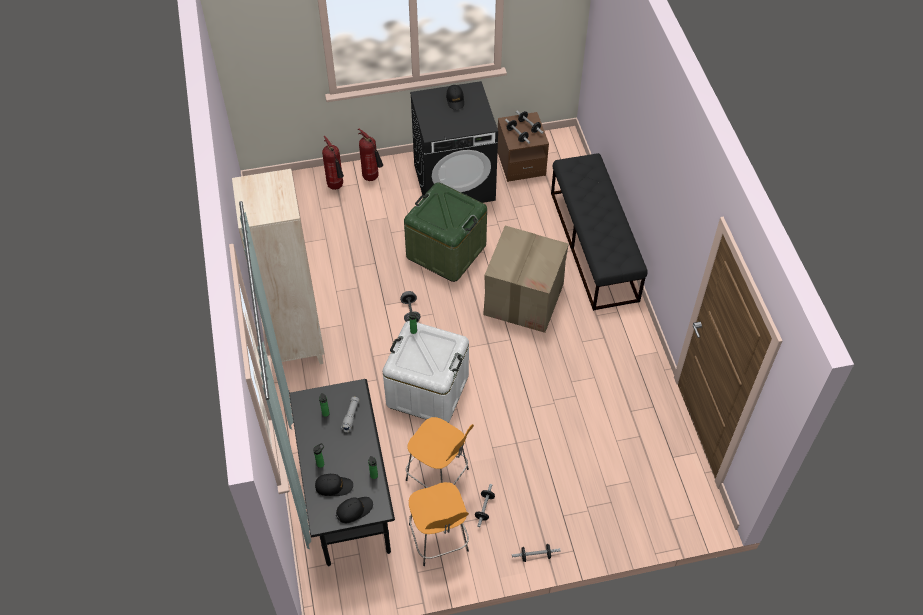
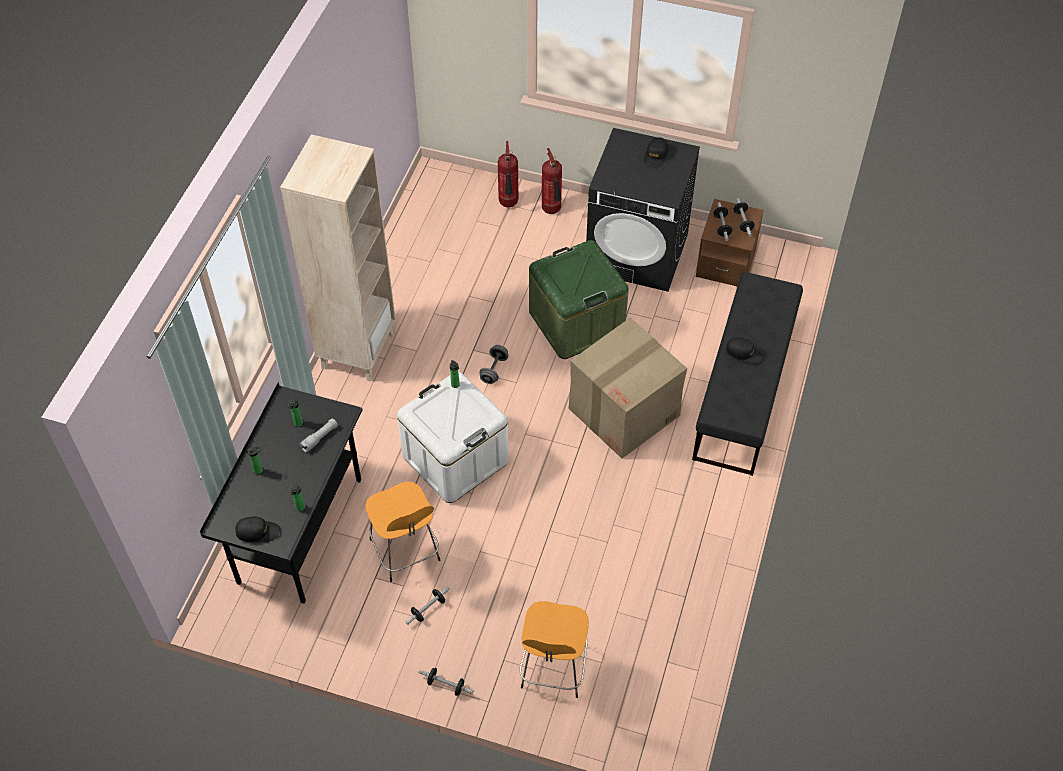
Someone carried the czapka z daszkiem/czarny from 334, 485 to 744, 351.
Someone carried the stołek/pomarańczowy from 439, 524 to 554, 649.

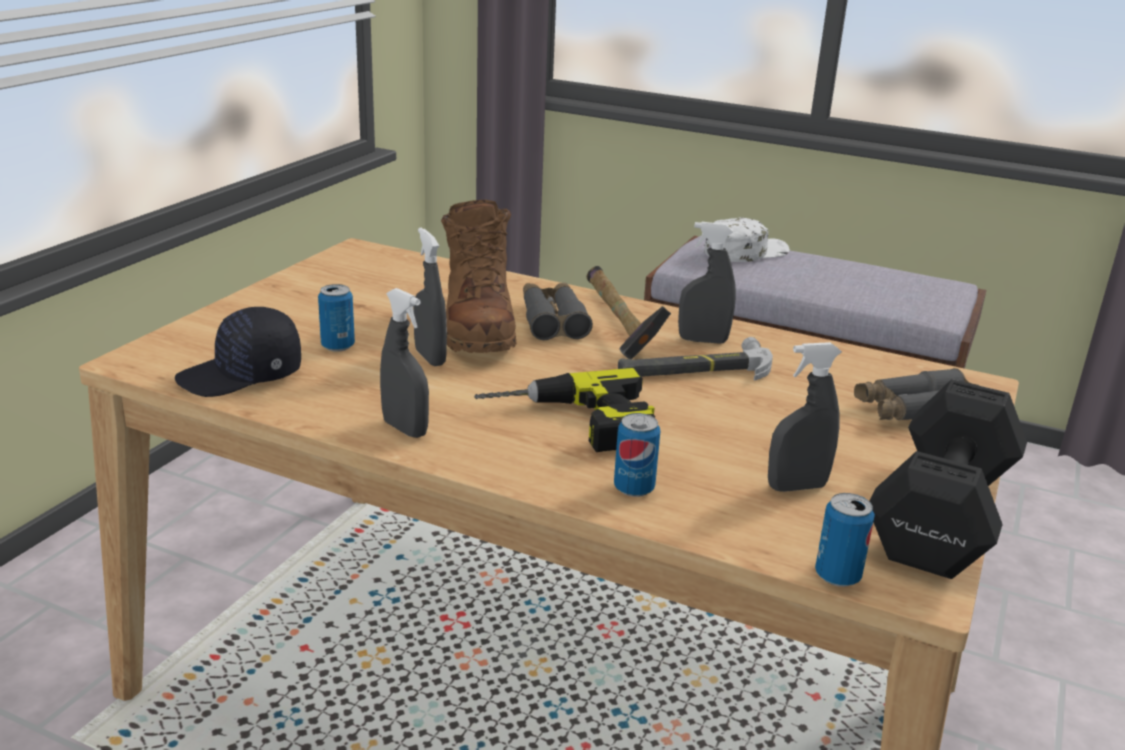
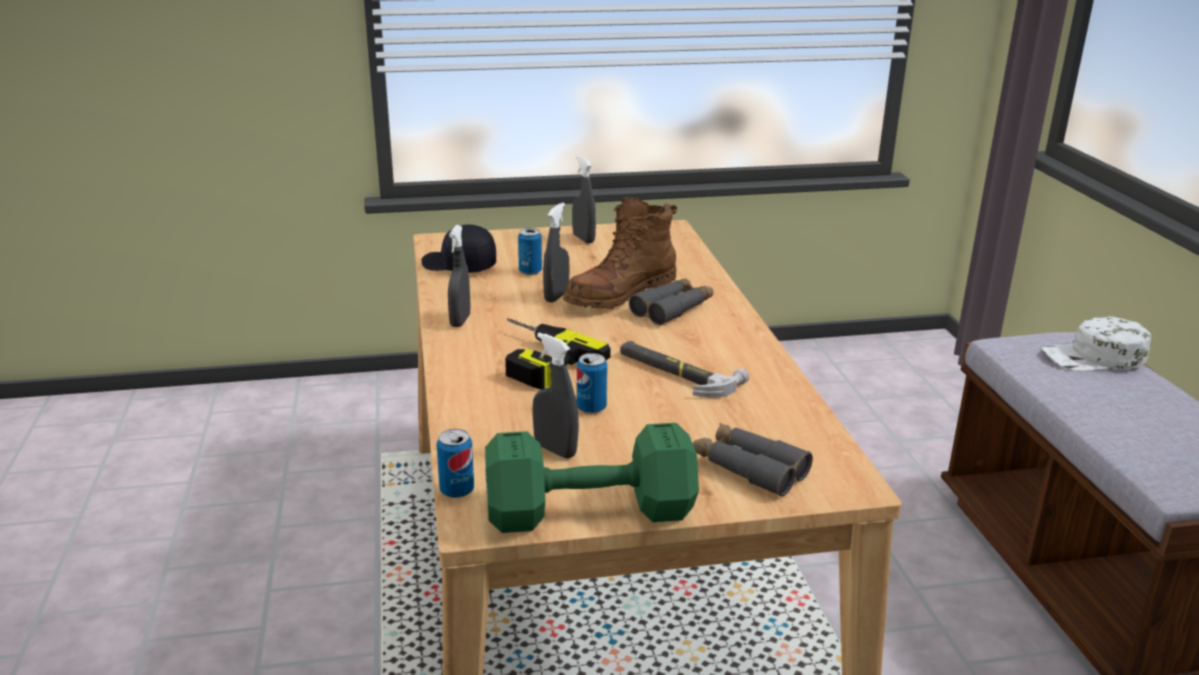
Someone took away the młotek at 629, 312.
Someone carried the puszka from 637, 455 to 592, 383.
Someone carried the spryskiwacz/szary from 707, 283 to 584, 199.
Someone repainted the hantel/czarny at 948, 479, which became the hantel/zielony at 592, 478.
Someone rotated the czapka z daszkiem/biały at 747, 240 by 150 degrees clockwise.

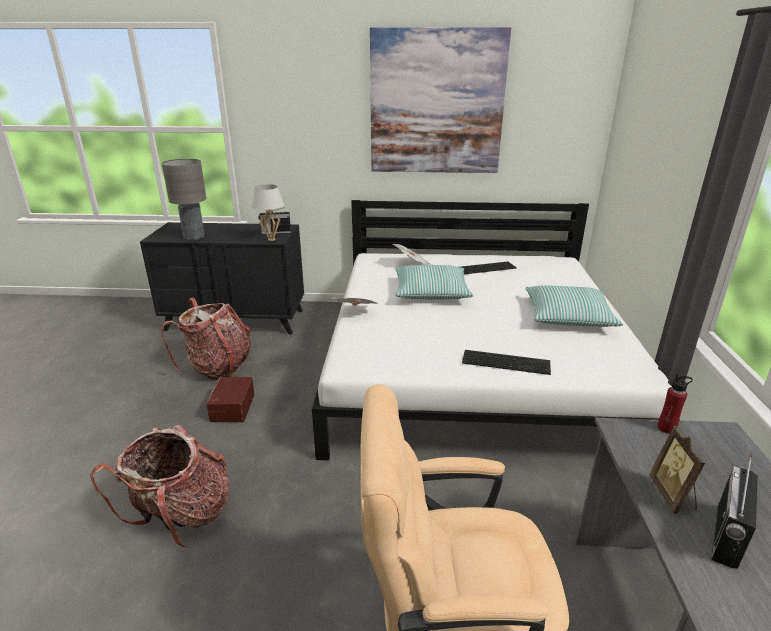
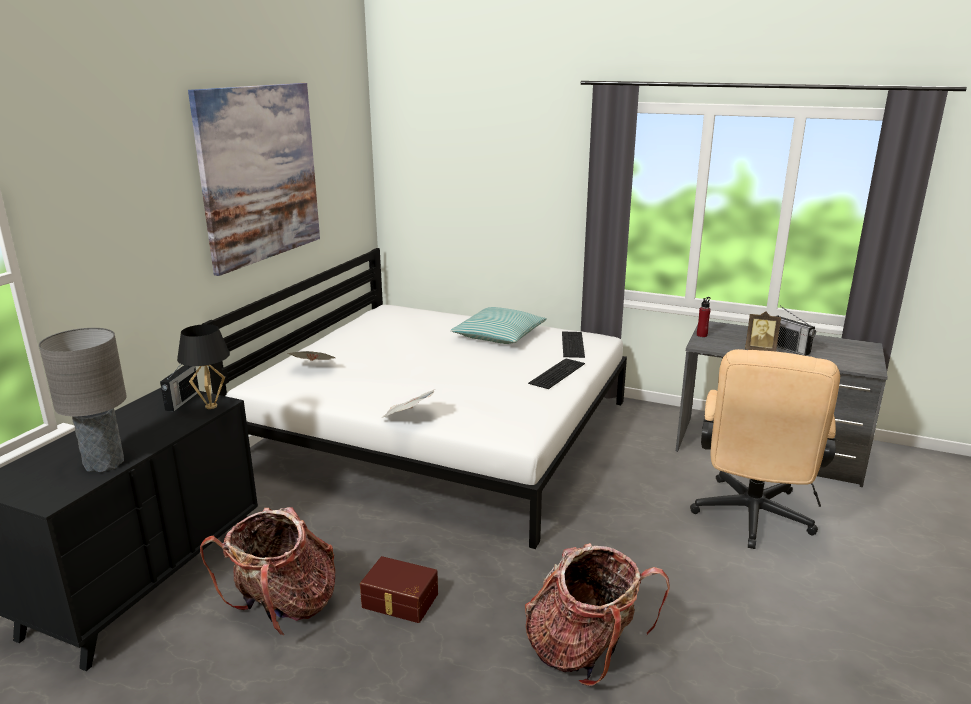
Someone took away the poduszka at 434, 282.
Someone carried the klawiatura from 489, 268 to 573, 344.
Someone repainted the lampa stołowa/biały at 268, 212, which became the lampa stołowa/czarny at 203, 366.

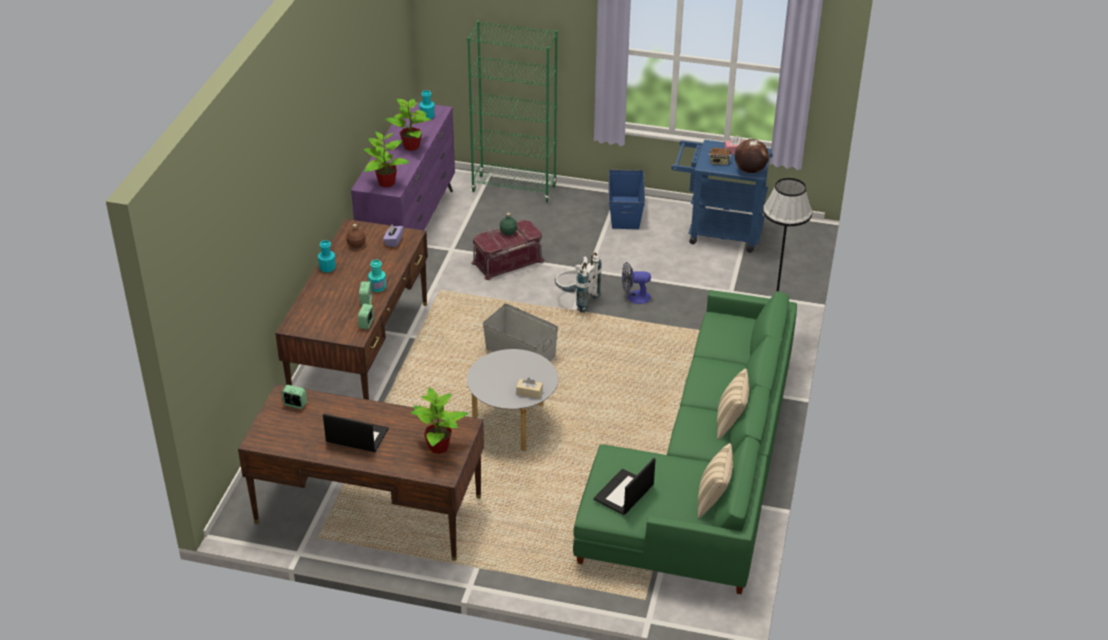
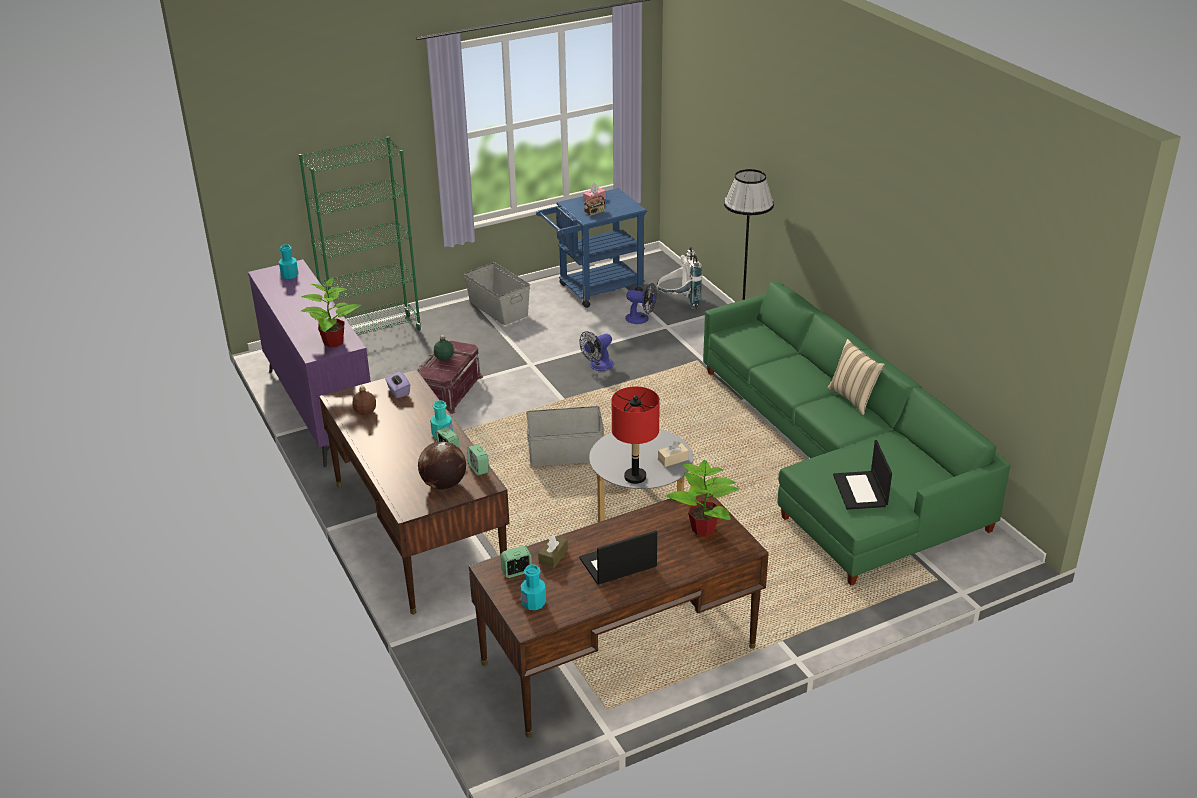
Someone took away the roślina doniczkowa at 408, 125.
Someone took away the poduszka/beżowy at 715, 481.
Someone put down the pudełko chusteczek/brązowy at 553, 551.
Someone put down the lampa stołowa/czerwony at 636, 435.
Someone put down the wentylator at 641, 303.
Someone carried the butelka/turkusowy from 327, 256 to 533, 587.
Someone carried the plecak/biały from 578, 283 to 679, 278.
Someone carried the globus from 752, 156 to 442, 466.
Someone repainted the pojemnik do przechowywania/niebieski at 627, 199, which became the pojemnik do przechowywania/szary at 497, 293.

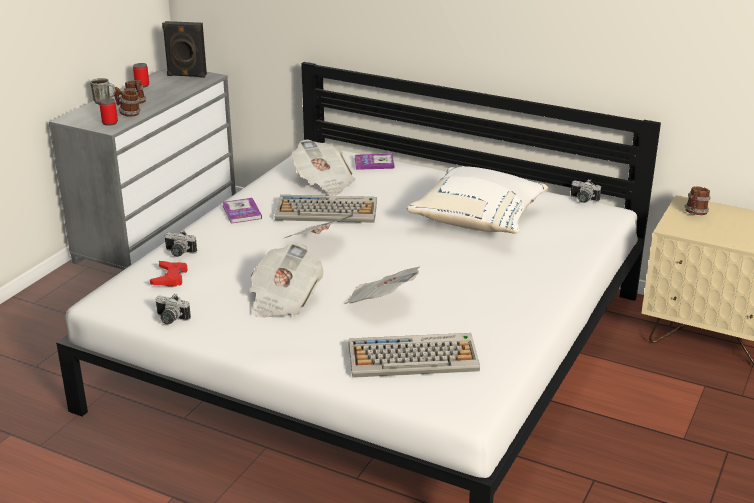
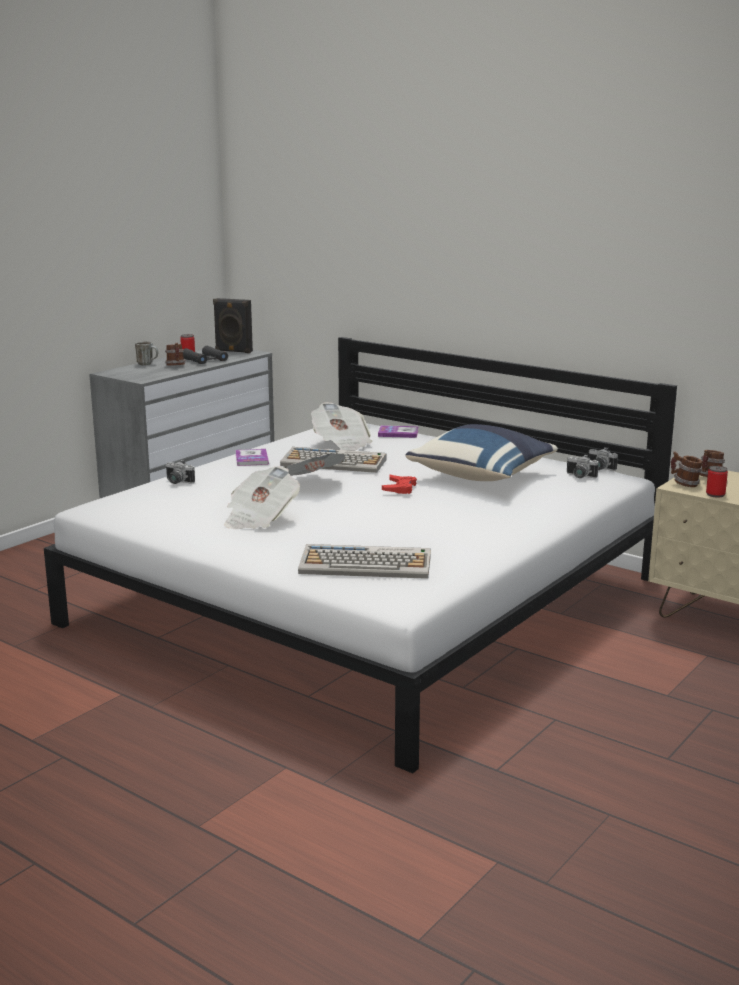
Someone took away the gazeta at 382, 285.
Someone put down the lornetka/czarny at 205, 355.
Someone carried the puszka from 109, 112 to 717, 482.
Someone carried the kubek from 127, 102 to 686, 469.
Someone carried the pad do gier/czerwony from 169, 273 to 399, 484.
Someone carried the aparat fotograficzny from 173, 309 to 583, 466.
Someone repainted the poduszka/biały at 477, 200, which became the poduszka/niebieski at 482, 452.

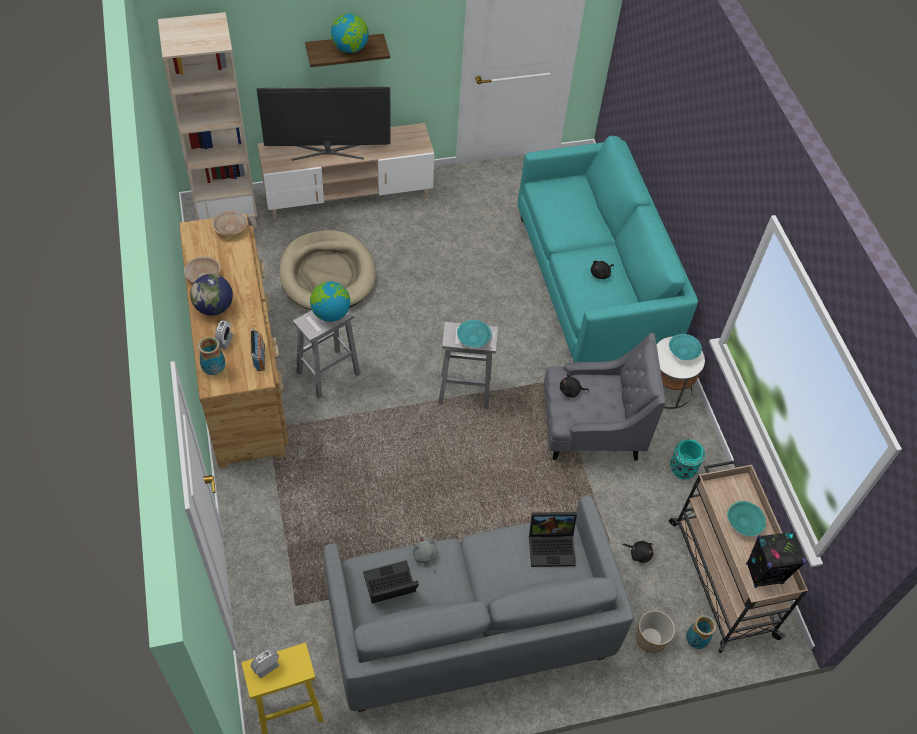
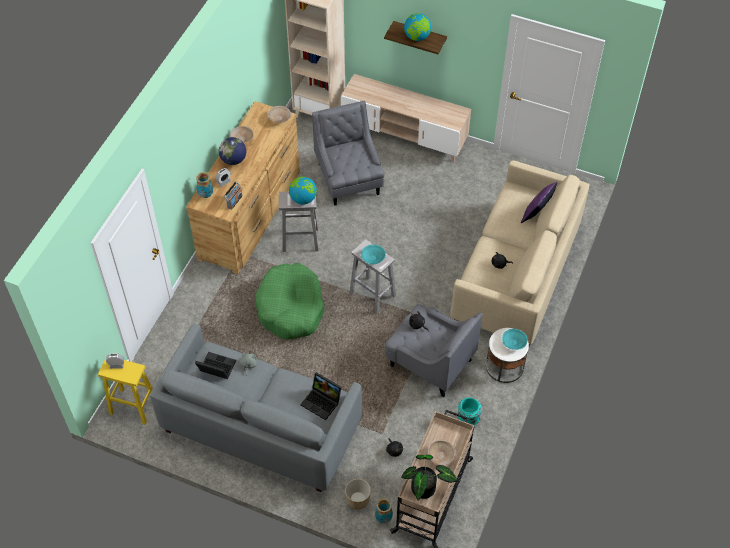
Someone took away the telewizor at 323, 124.
Someone put down the legowisko/zielony at 289, 301.
Someone put down the poduszka/fioletowy at 539, 202.
Someone swapped the legowisko/beżowy at 327, 270 for the fotel/szary at 348, 153.
Someone swapped the głośnik/czarny at 776, 559 for the roślina doniczkowa at 429, 478.
Someone repainted the kanapa/turkusowy at 608, 249, which became the kanapa/beżowy at 519, 253.
Someone repainted the miska/turkusowy at 746, 518, which became the miska/beżowy at 441, 453.

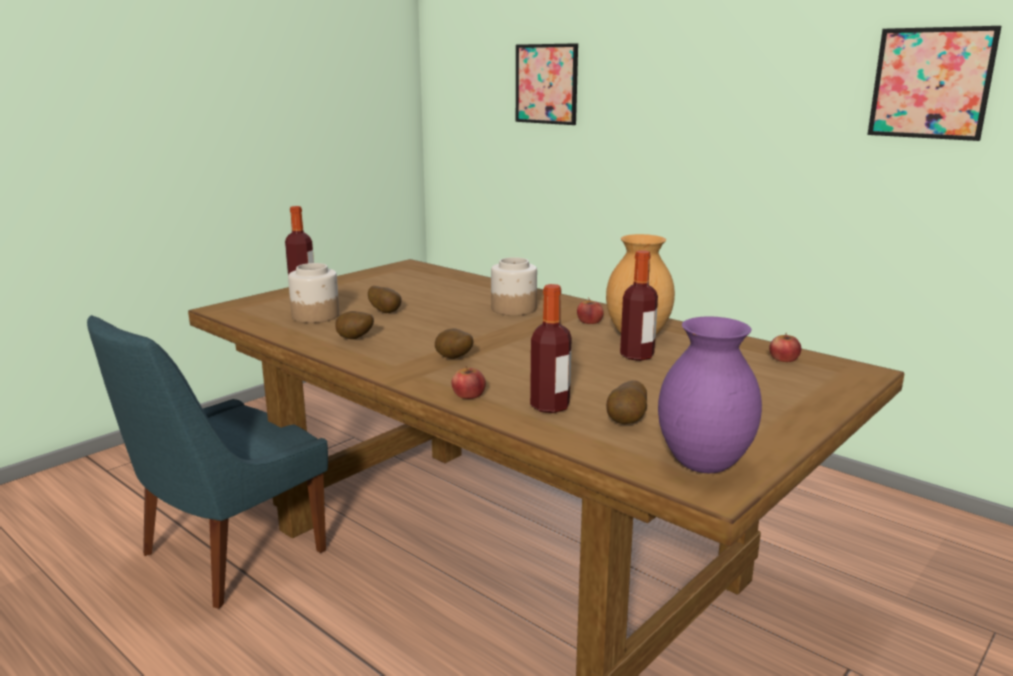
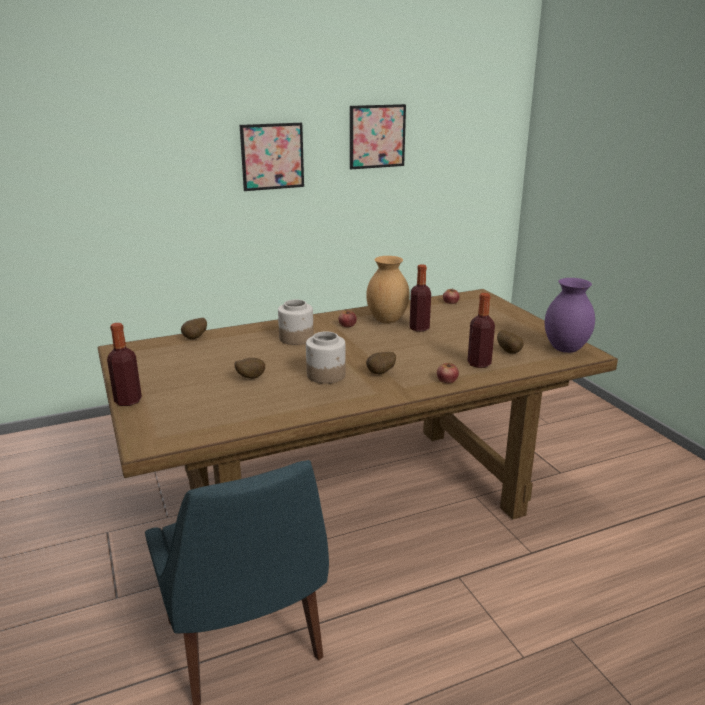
Someone carried the słoik from 313, 293 to 326, 357.
Someone carried the ziemniak from 354, 325 to 194, 328.
Someone carried the obraz from 547, 84 to 272, 157.

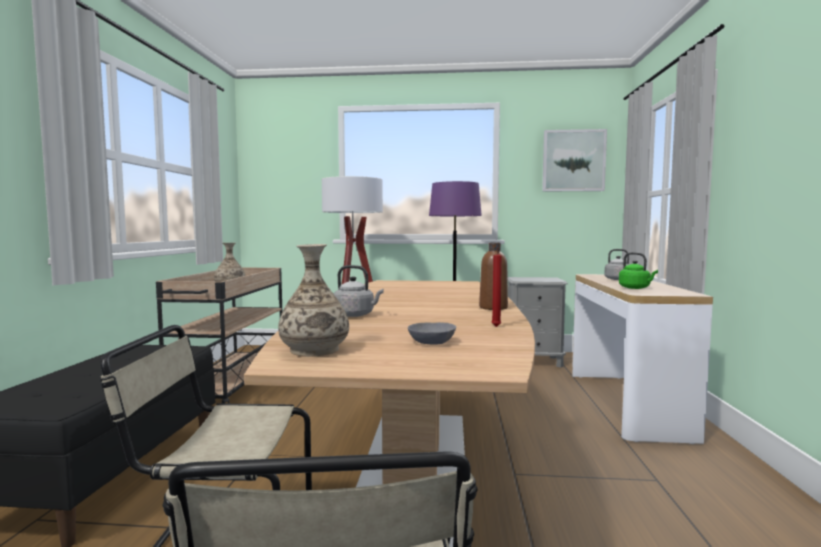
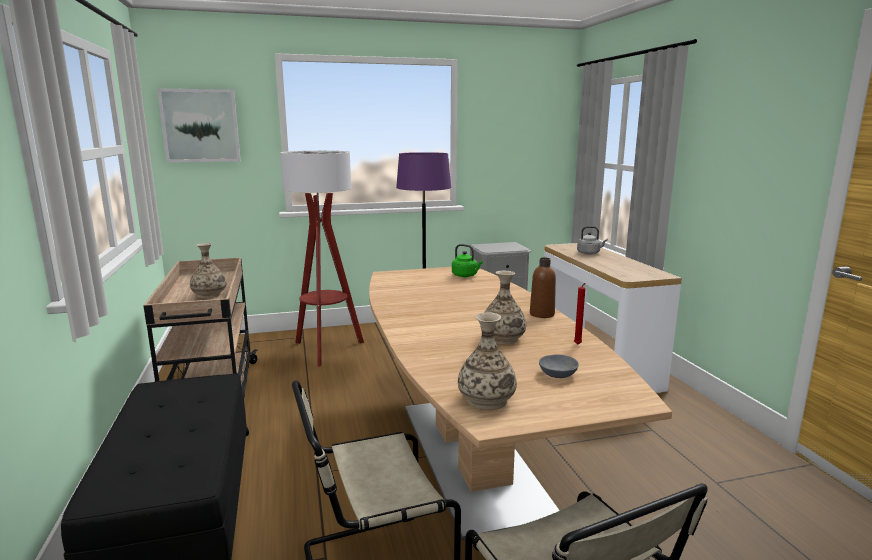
Someone took away the czajnik/szary at 359, 291.
Someone put down the wazon at 503, 308.
Someone carried the obraz from 574, 160 to 199, 125.
Someone carried the czajnik/zielony from 638, 270 to 467, 260.

